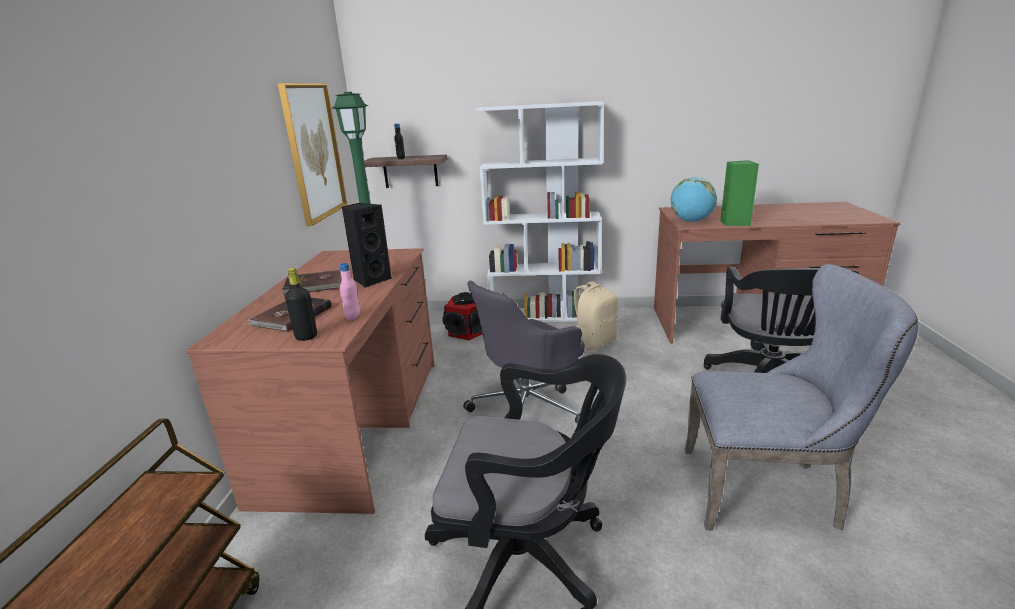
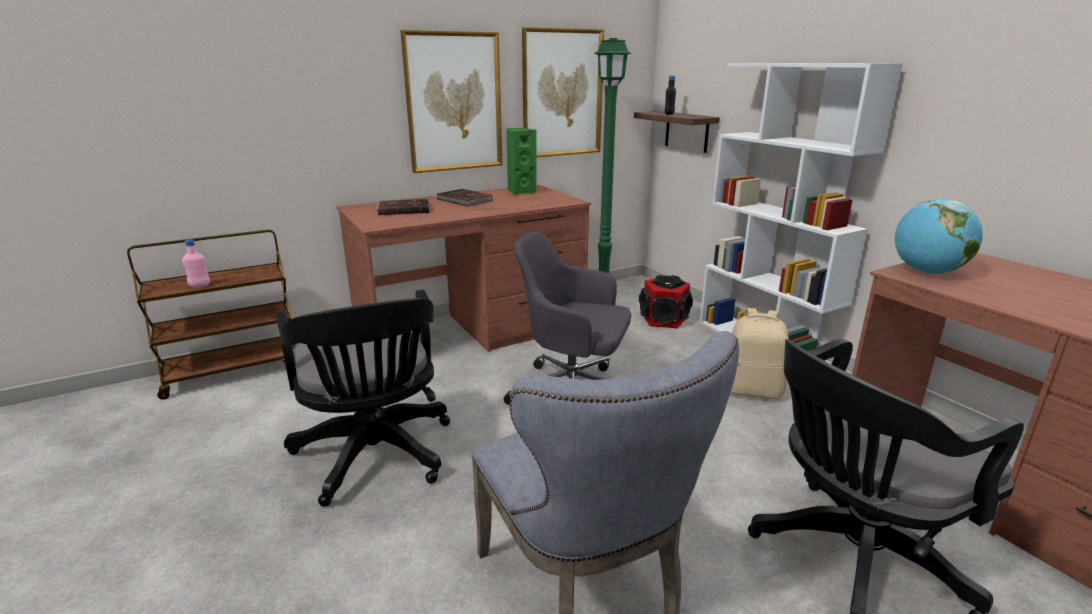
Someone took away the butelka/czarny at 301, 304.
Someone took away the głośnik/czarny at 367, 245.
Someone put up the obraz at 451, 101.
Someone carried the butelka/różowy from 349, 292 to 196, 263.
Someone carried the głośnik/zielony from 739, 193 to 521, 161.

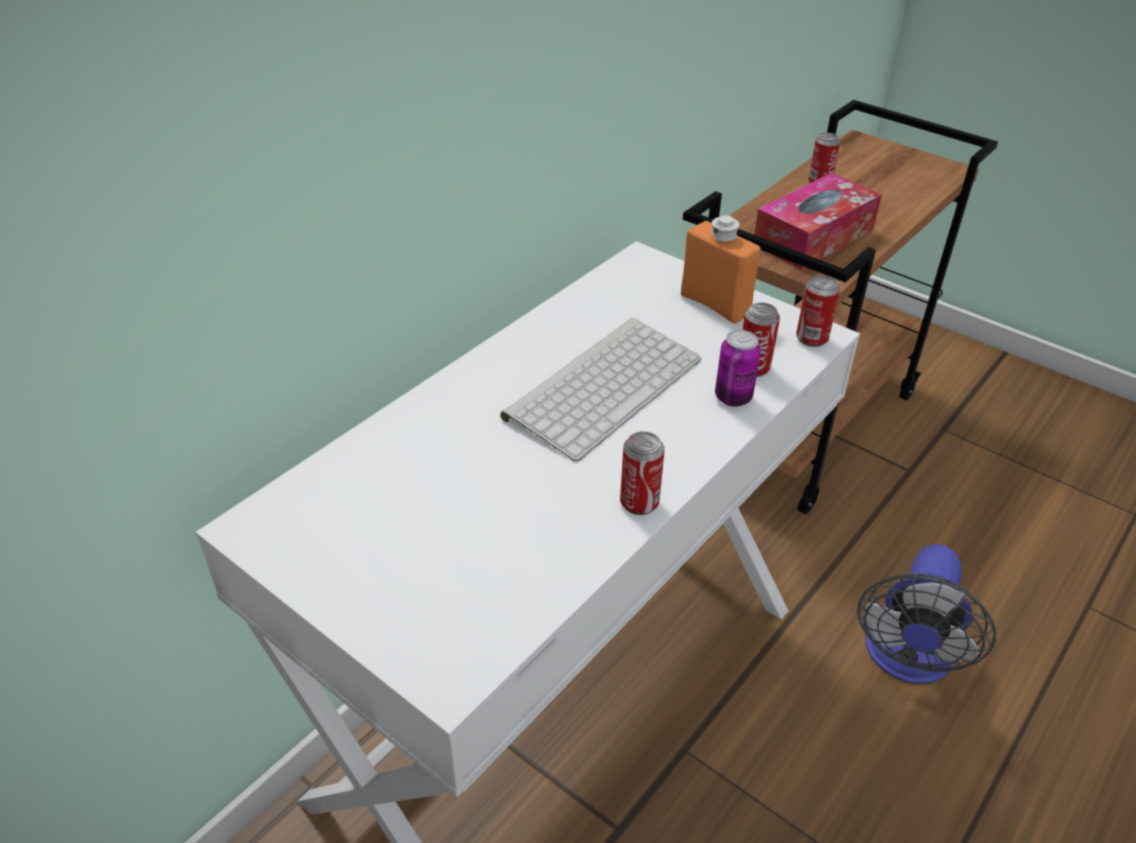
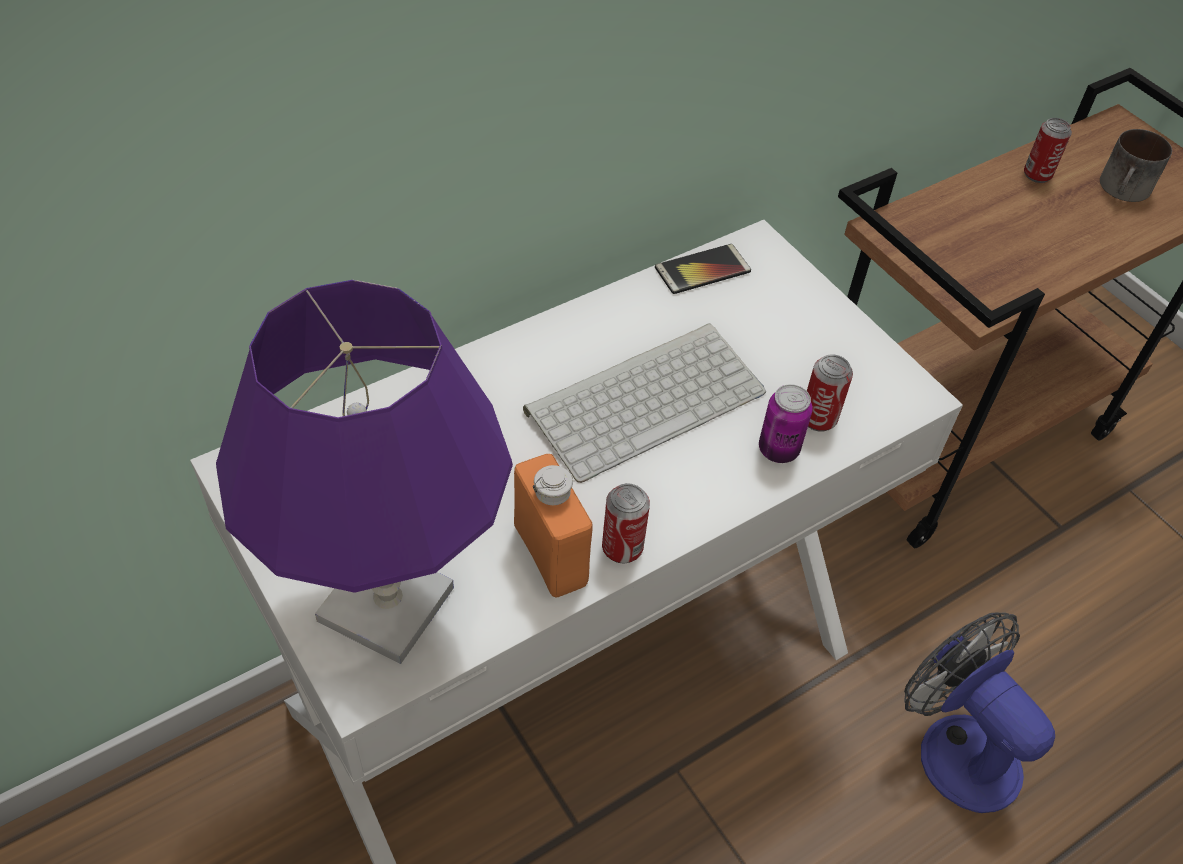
Someone took away the pudełko chusteczek at 818, 221.
Someone took away the puszka at 818, 311.
Someone put down the lampa stołowa/fioletowy at 364, 472.
Someone put down the telefon at 703, 269.
Someone put down the kubek at 1136, 165.
Someone carried the butelka/pomarańczowy from 721, 269 to 553, 526.
Someone rotated the wentylator at 926, 614 by 105 degrees clockwise.

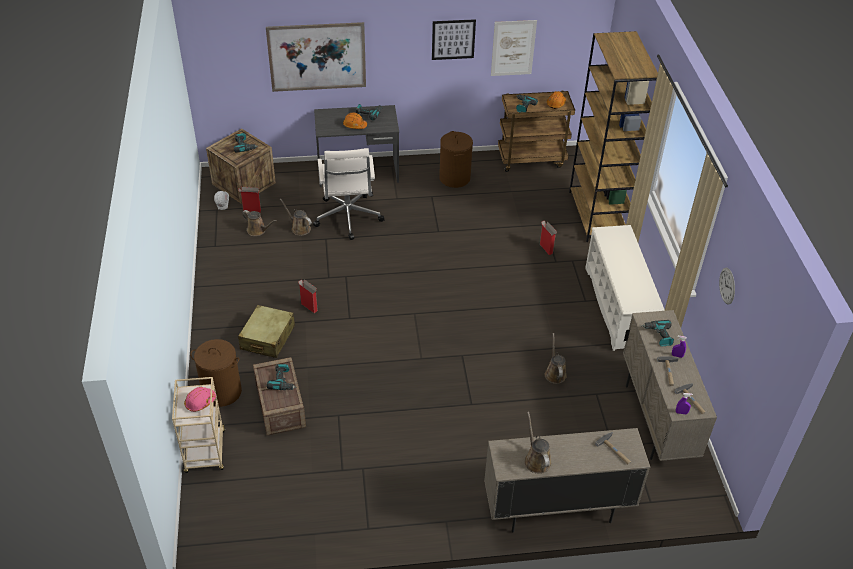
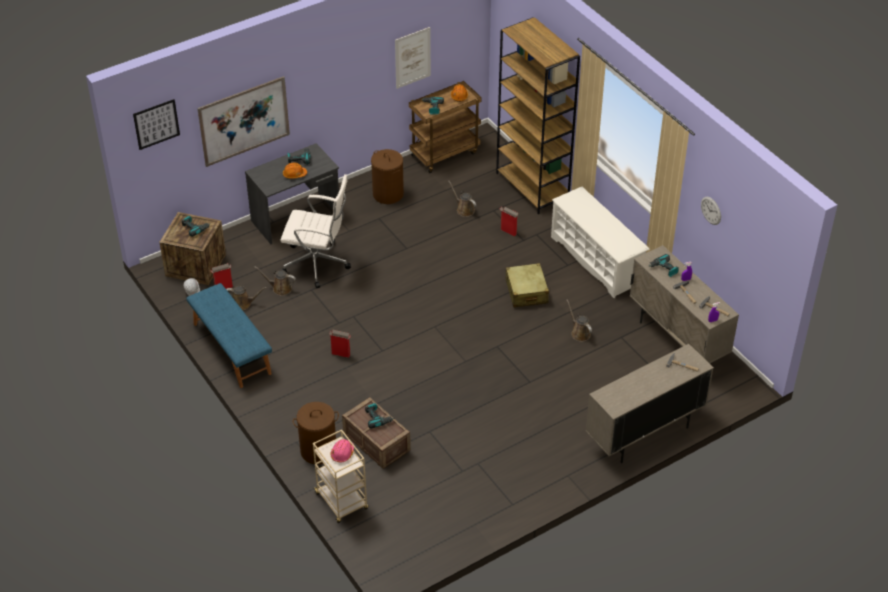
Someone put down the ławka/niebieski at 229, 335.
Someone carried the walizka/beżowy from 266, 331 to 527, 285.
Someone carried the obraz from 454, 39 to 156, 124.
Someone carried the konewka/brązowy from 538, 443 to 462, 199.
Someone rotated the krzesło biurowe/biały at 349, 194 by 45 degrees counterclockwise.

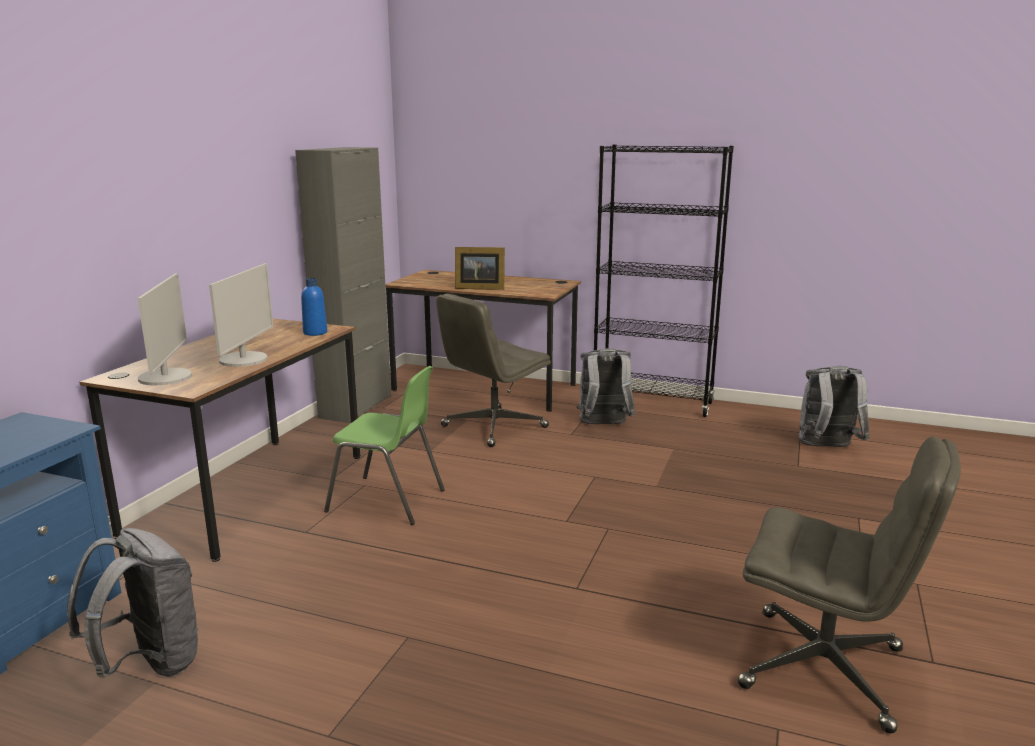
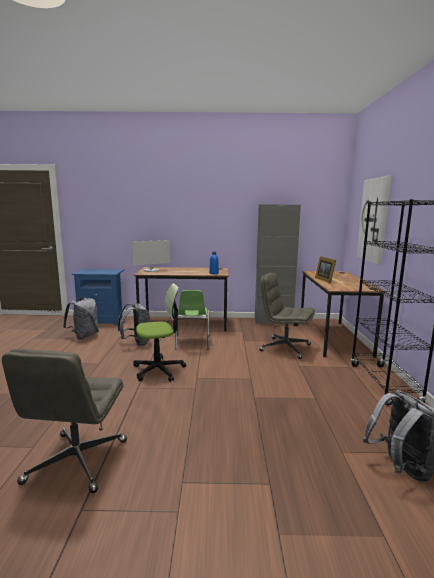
Someone took away the monitor at 241, 315.
Someone put down the krzesło biurowe at 159, 332.
Someone put up the obraz at 374, 220.
Someone carried the plecak/szary from 605, 386 to 134, 324.

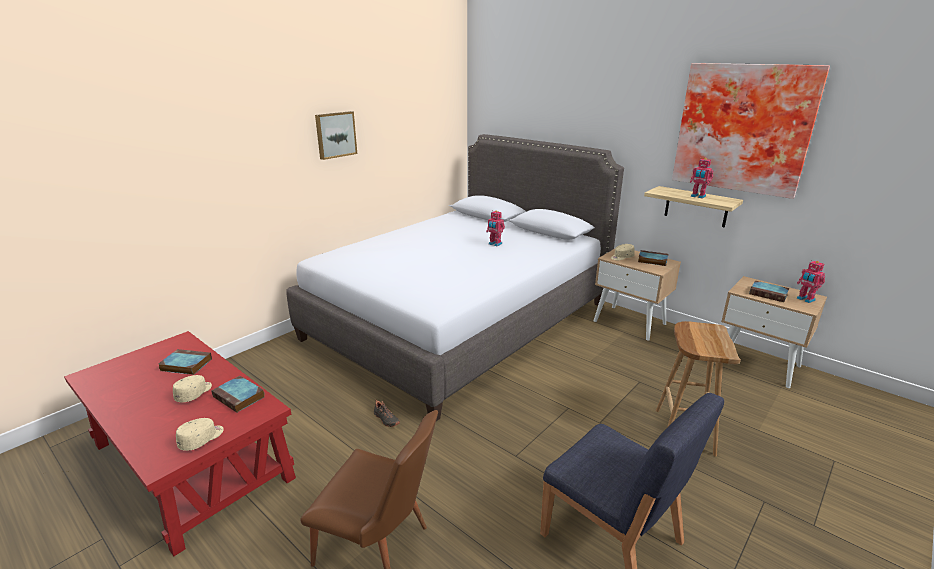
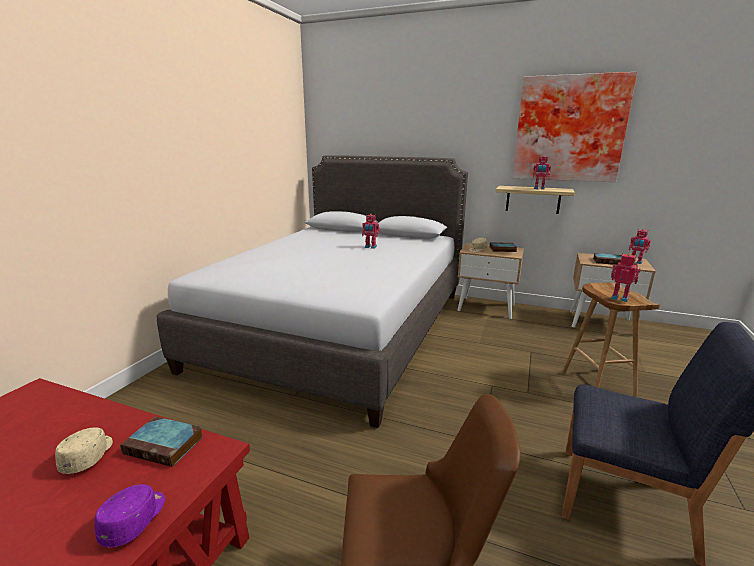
Someone took away the książka at 185, 362.
Someone took away the obraz at 336, 135.
Someone took away the but/czarny at 387, 413.
Someone put down the robot zabawkowy at 625, 277.
Someone repainted the czapka z daszkiem/beżowy at 200, 434, which became the czapka z daszkiem/fioletowy at 130, 515.

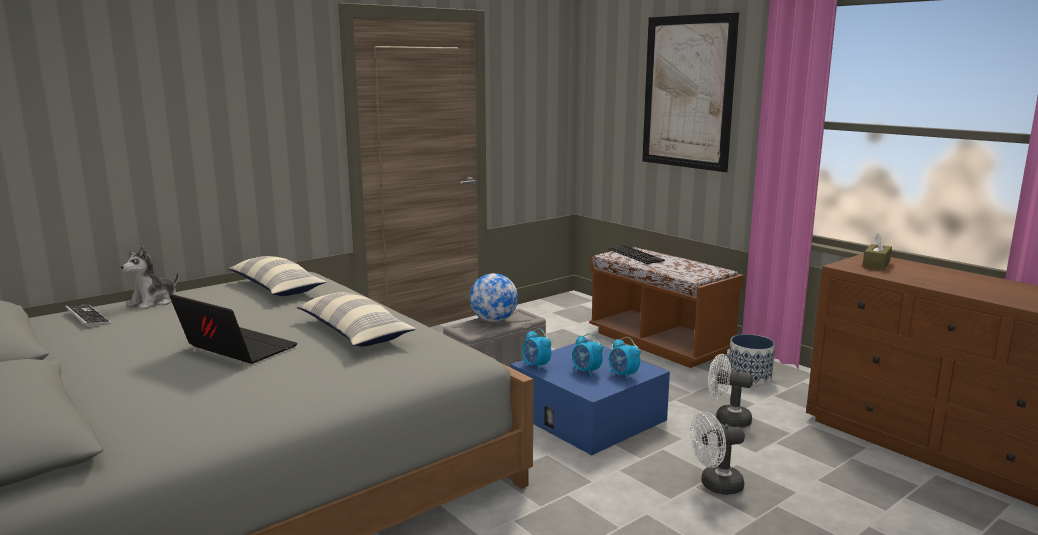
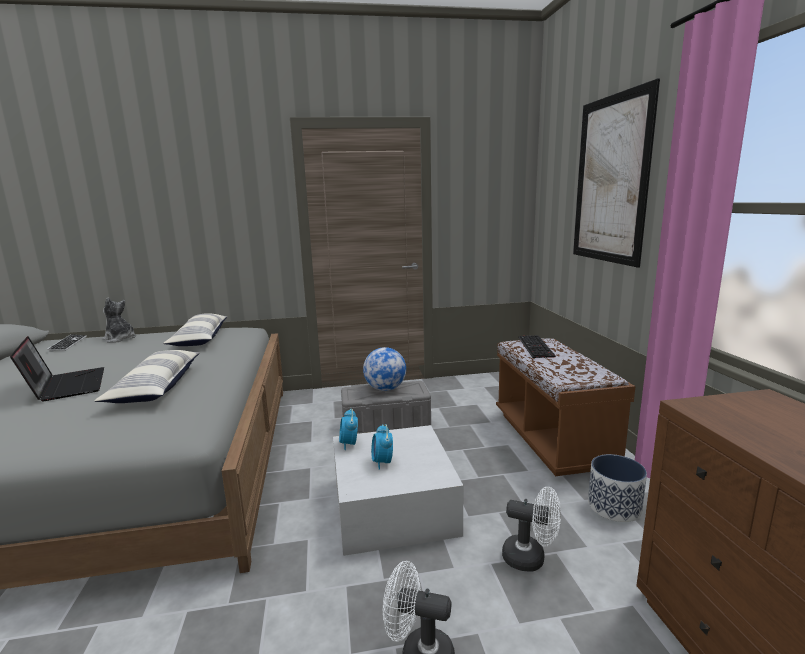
Someone took away the budzik at 625, 358.
Someone took away the pudełko chusteczek/brązowy at 877, 251.
Someone repainted the pojemnik do przechowywania/niebieski at 590, 397, which became the pojemnik do przechowywania/biały at 398, 490.
Someone rotated the pluszak at 150, 278 by 60 degrees clockwise.
Someone rotated the wentylator/biały at 730, 391 by 150 degrees clockwise.

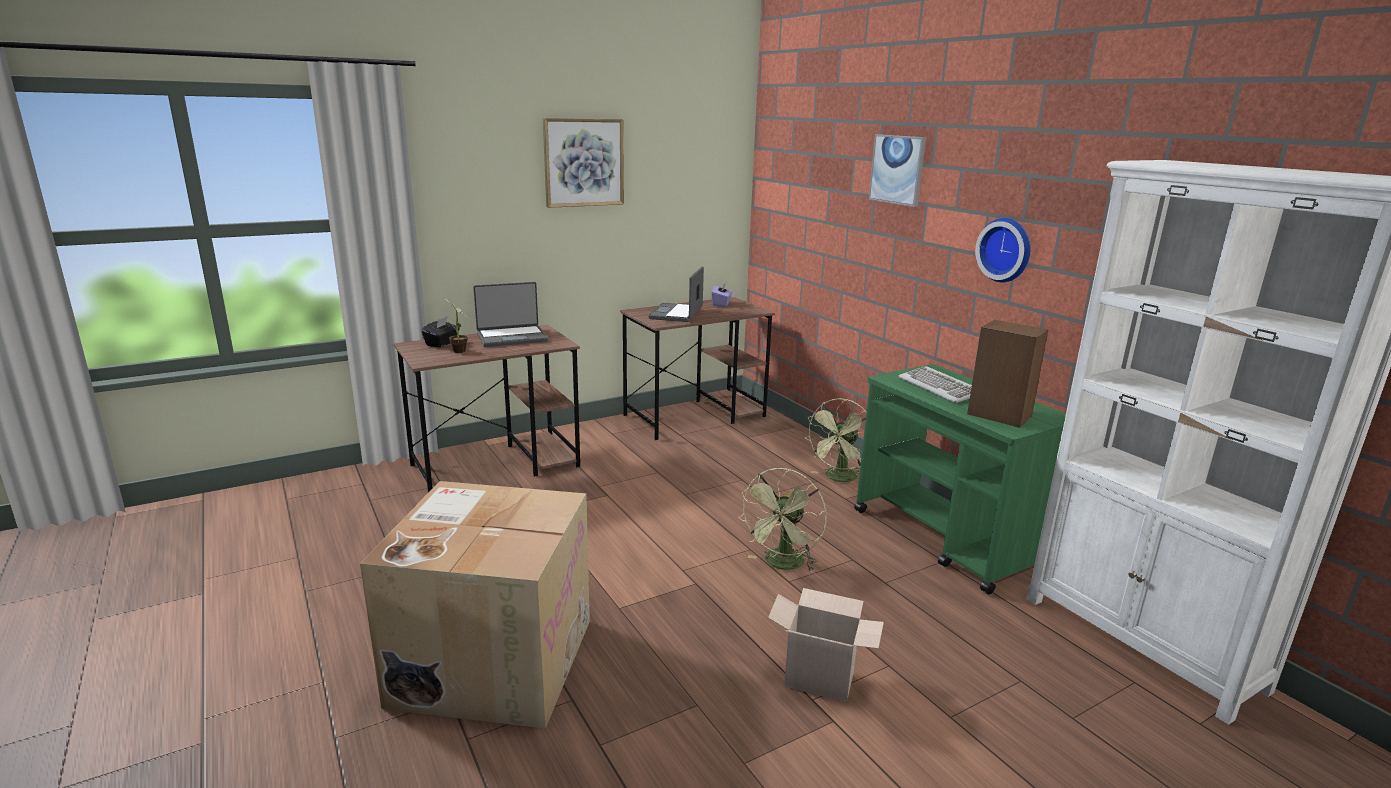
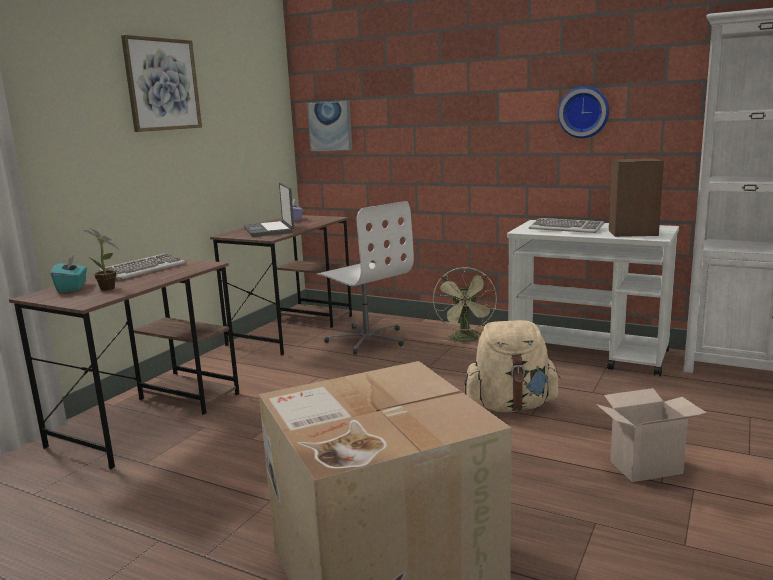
Someone put down the krzesło biurowe/biały at 365, 277.
Someone carried the obraz from 897, 170 to 329, 125.
Someone swapped the laptop at 510, 314 for the klawiatura at 142, 266.
Someone swapped the wentylator/zielony at 782, 520 for the plecak/beżowy at 512, 366.
Someone repainted the pudełko chusteczek/czarny at 440, 331, which became the pudełko chusteczek/turkusowy at 69, 274.
Someone repainted the wózek/zielony at 960, 479, which became the wózek/biały at 593, 298.

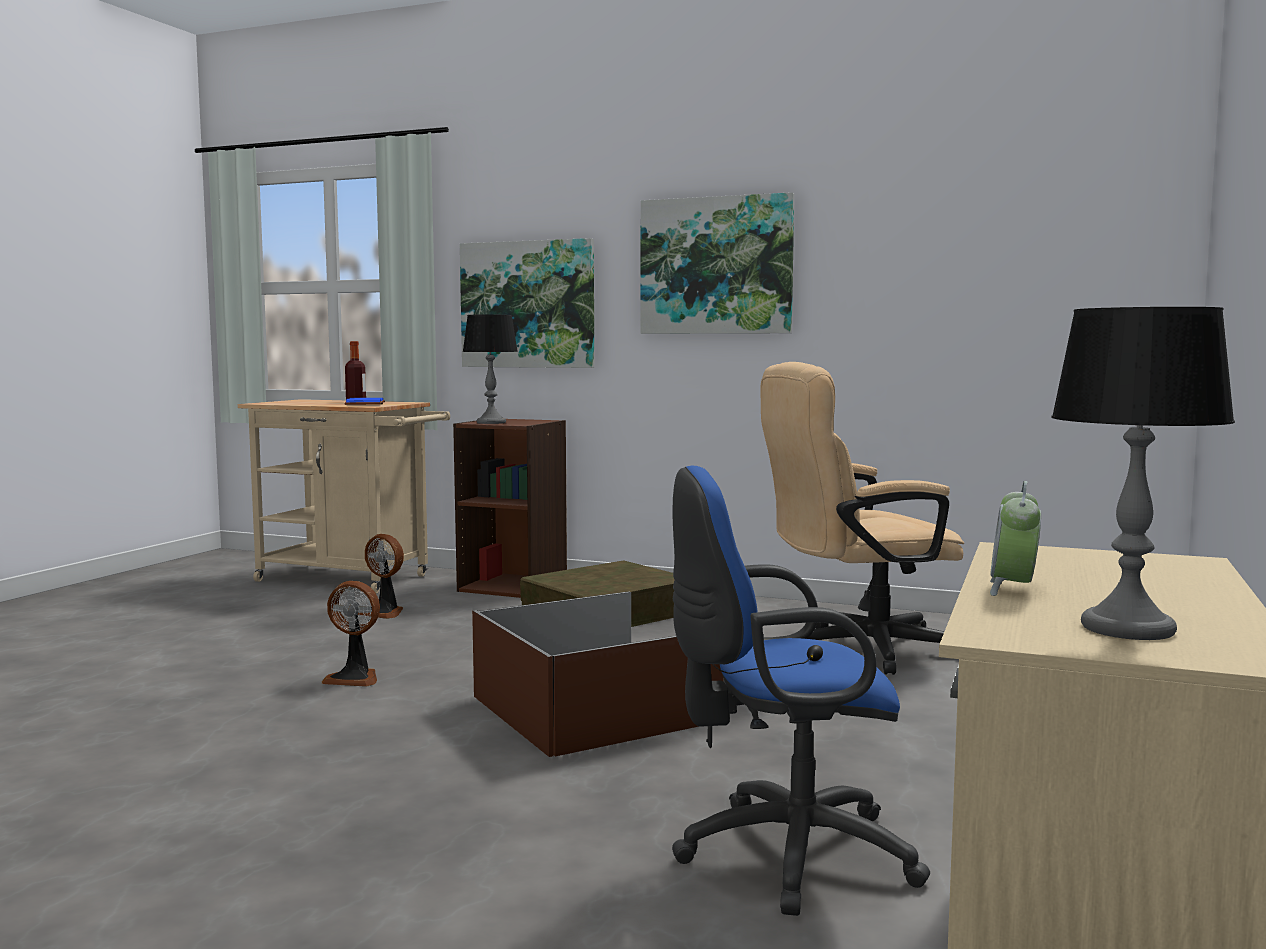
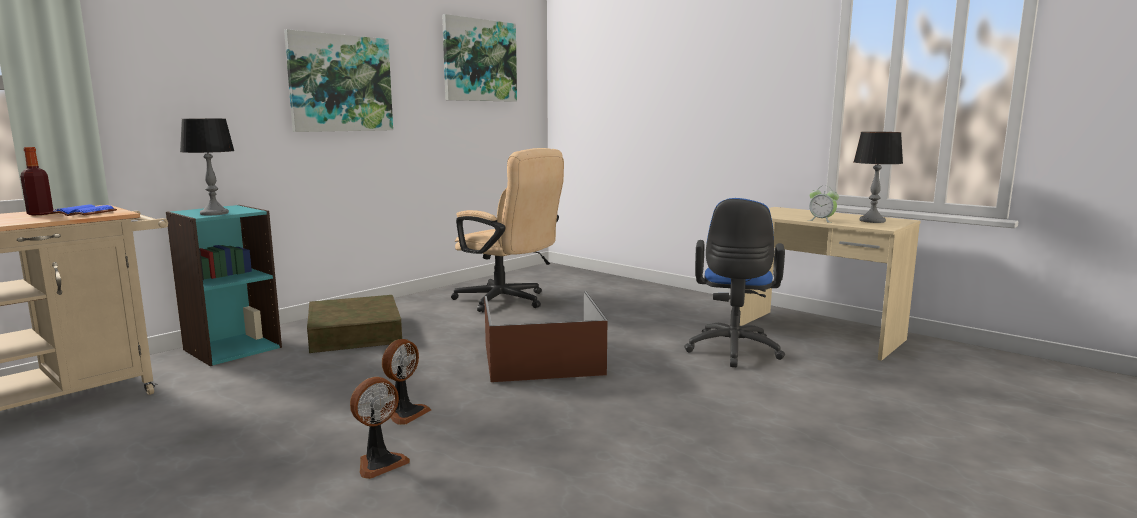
Someone carried the wentylator from 381, 576 to 380, 428.
Someone carried the obraz from 527, 303 to 479, 58.
Someone repainted the regał/brązowy at 510, 508, which became the regał/turkusowy at 224, 285.
Someone rotated the krzesło biurowe/beżowy at 862, 518 by 60 degrees counterclockwise.

